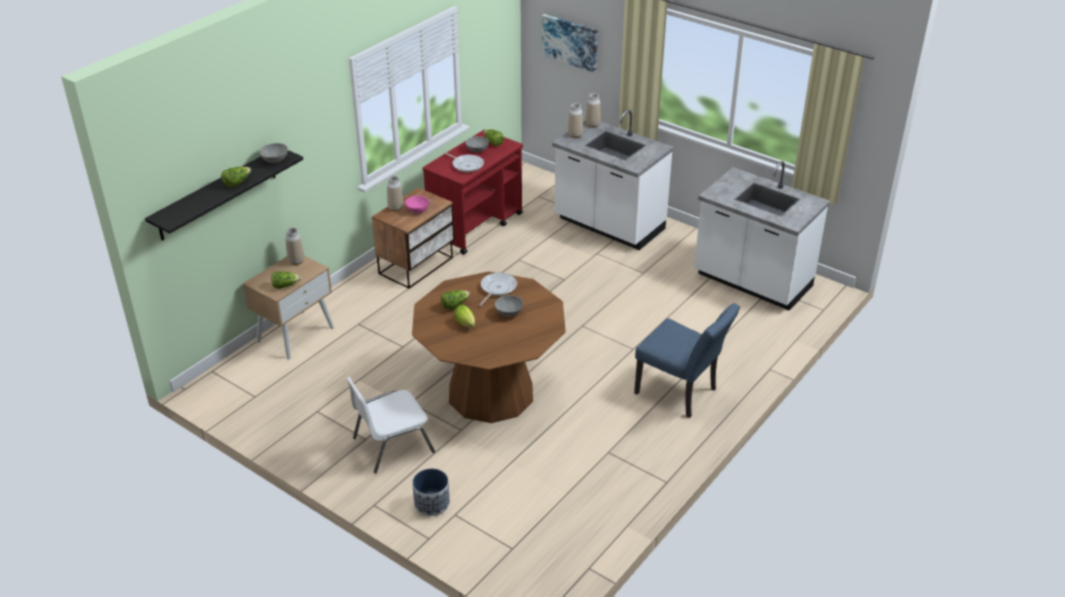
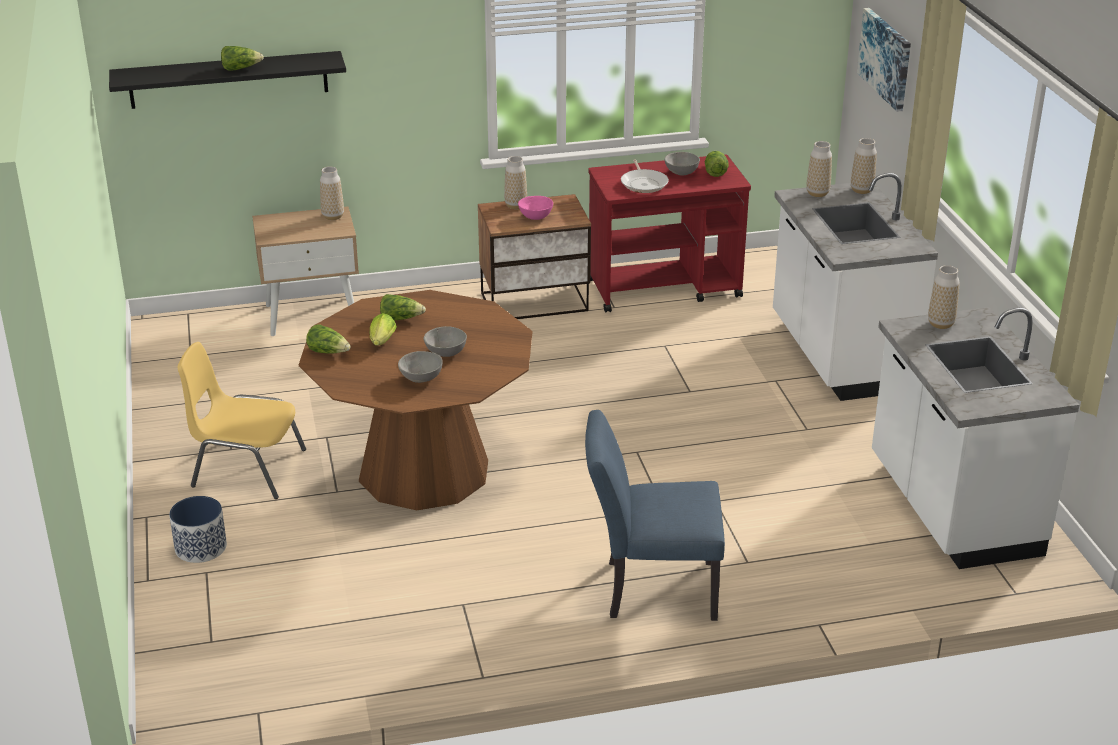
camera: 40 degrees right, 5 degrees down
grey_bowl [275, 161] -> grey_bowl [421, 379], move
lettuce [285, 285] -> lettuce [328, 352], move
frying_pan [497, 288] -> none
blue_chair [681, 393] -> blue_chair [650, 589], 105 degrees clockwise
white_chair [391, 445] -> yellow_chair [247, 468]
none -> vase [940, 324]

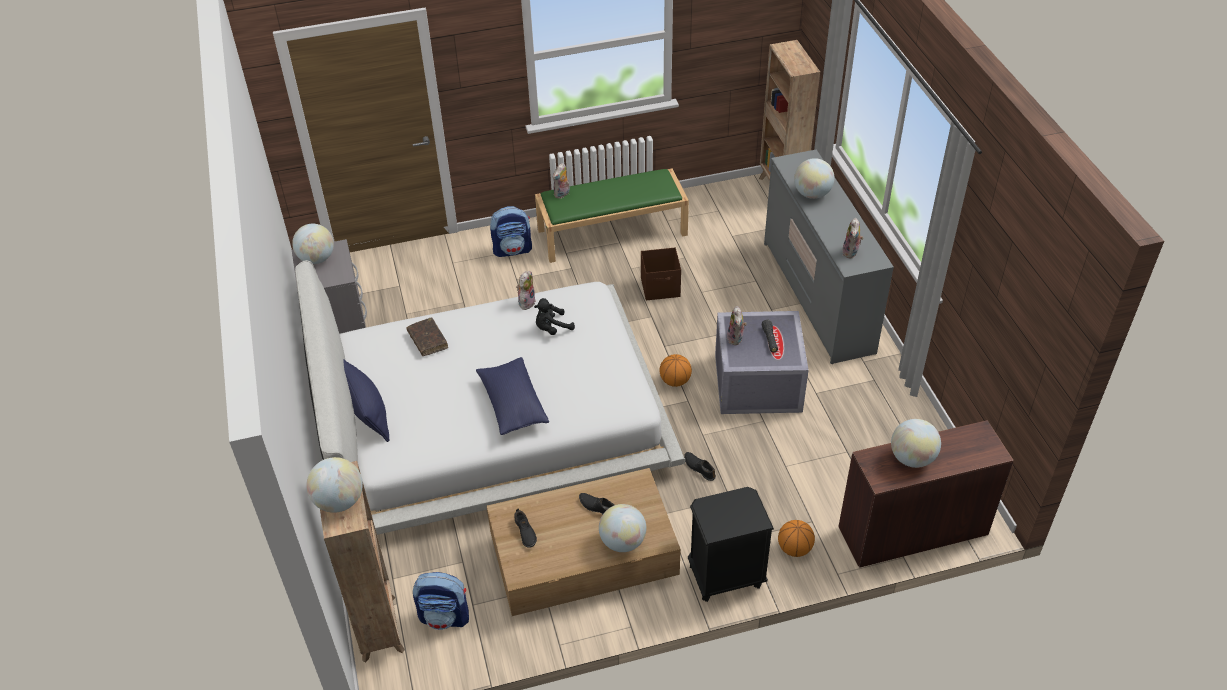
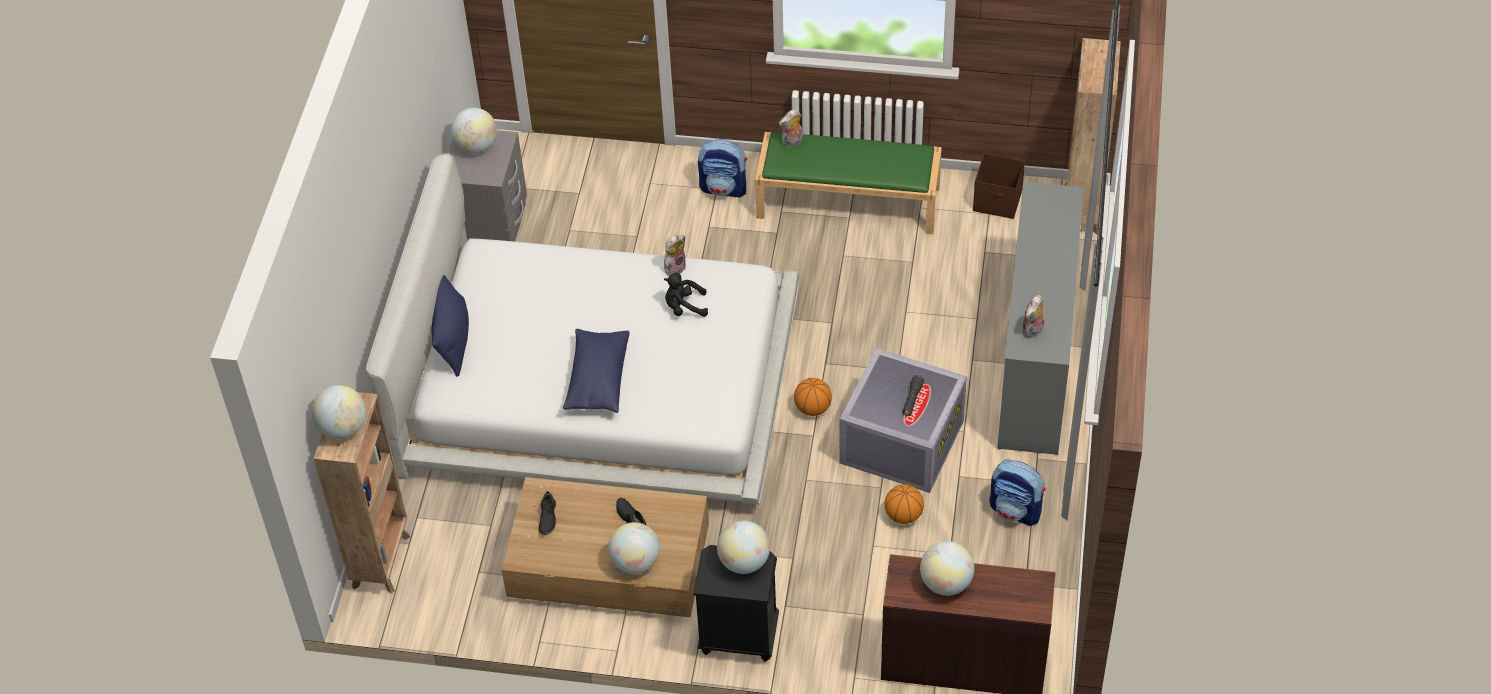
camera: 25 degrees right, 5 degrees up
globe [812, 194] -> globe [744, 562], move
brown_storage_box [661, 288] -> brown_storage_box [998, 201], move
plush_toy [736, 338] -> none
brown_book [427, 340] -> none
black_shoe [699, 468] -> none
basketball [794, 548] -> basketball [904, 515], move
backpack [445, 616] -> backpack [1016, 510], move

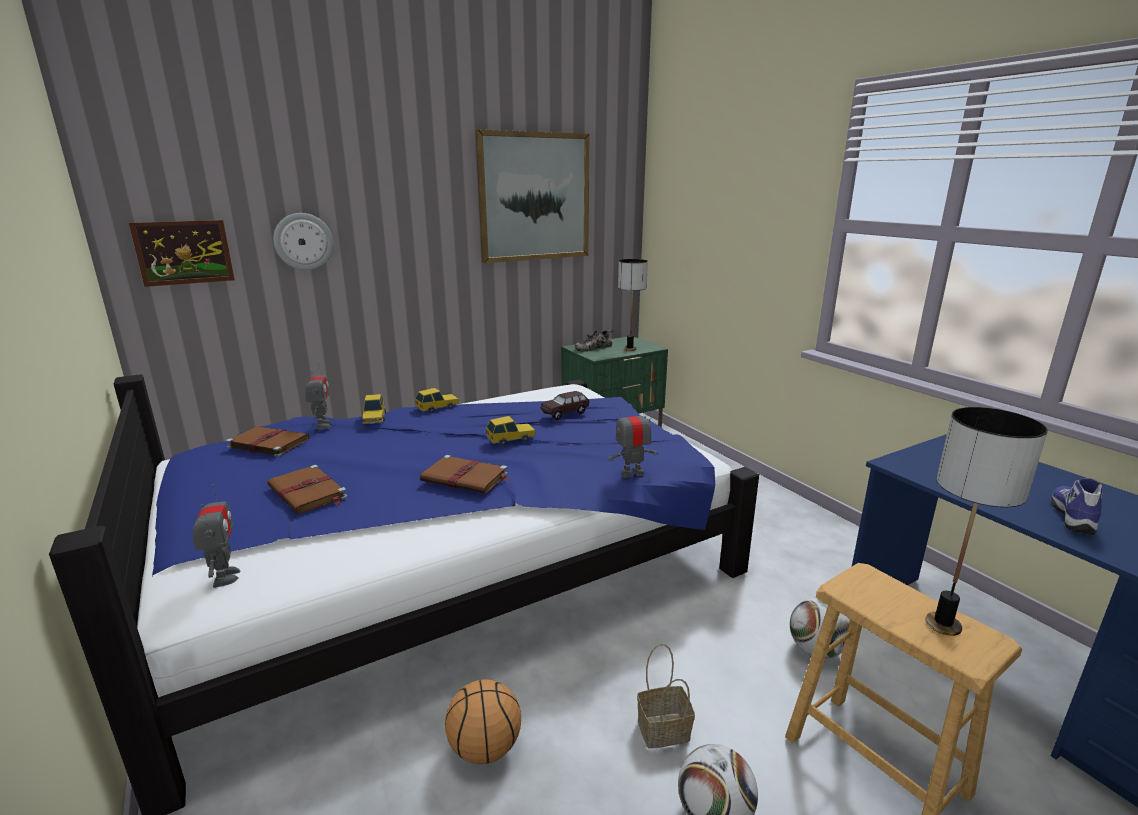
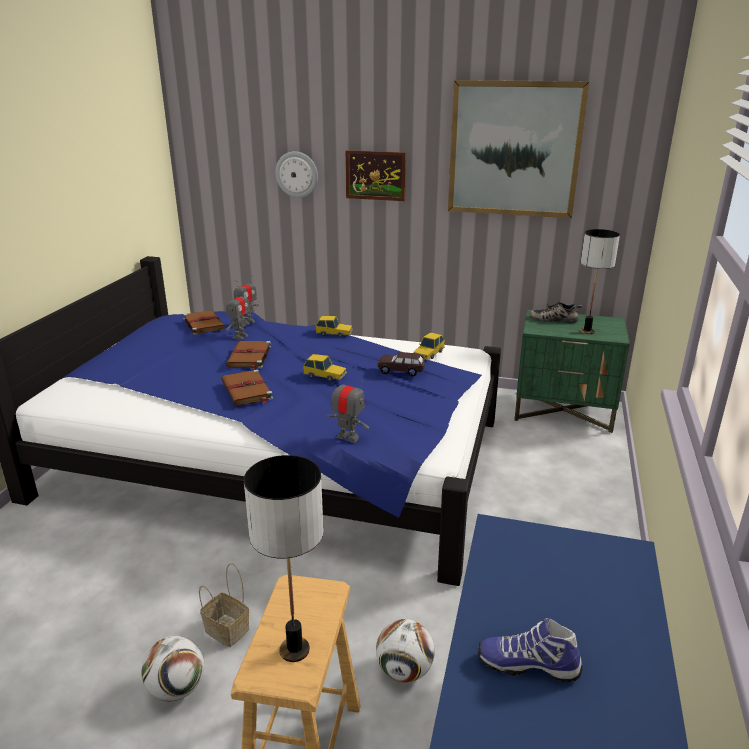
camera: 45 degrees right, 5 degrees up
picture [184, 252] -> picture [375, 175], move
toy_car [374, 418] -> toy_car [428, 353], move
brown_book [308, 493] -> brown_book [249, 357], move
shoe [1074, 517] -> shoe [528, 664], 150 degrees counterclockwise
toy_robot [225, 577] -> toy_robot [240, 336], move
basketball [484, 747] -> none

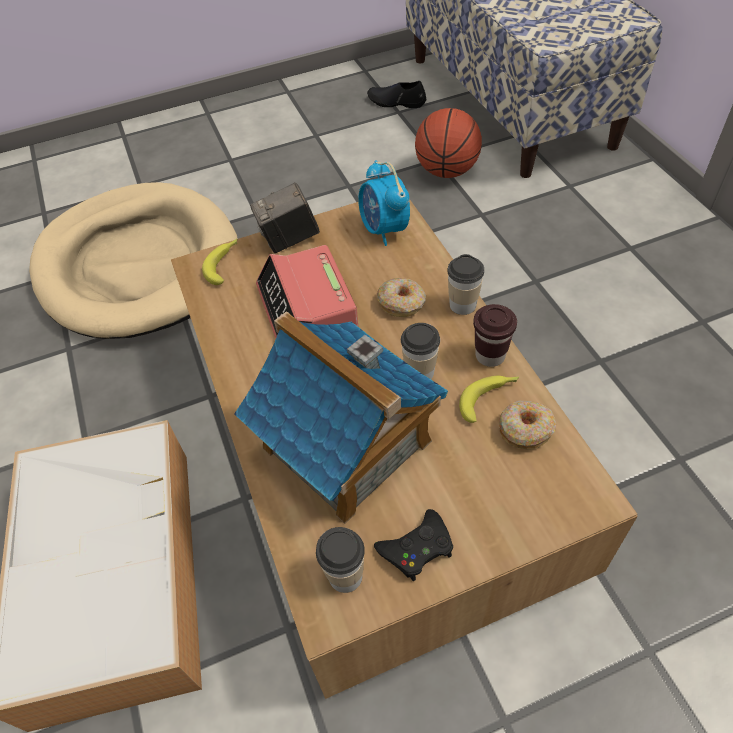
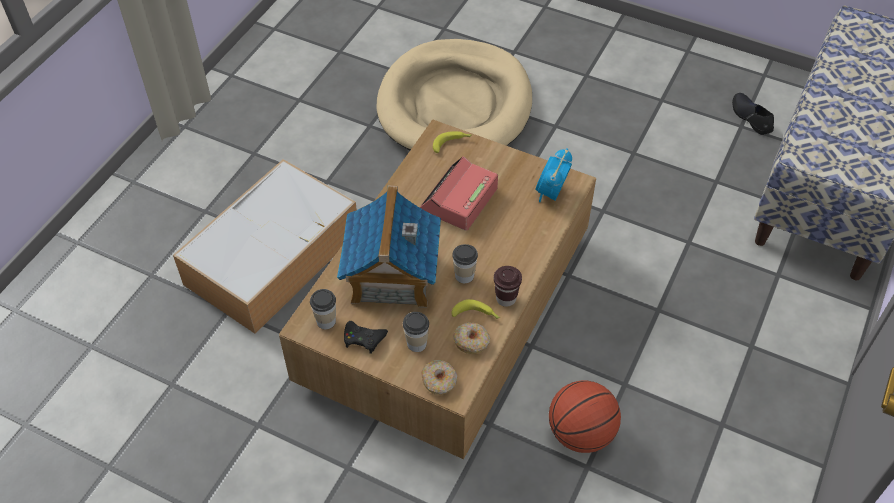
camera: 45 degrees right, 0 degrees up
basketball [446, 171] -> basketball [580, 433], move
photo_camera [289, 240] -> none
cup [462, 305] -> cup [416, 343], move
donut [402, 303] -> donut [439, 381], move

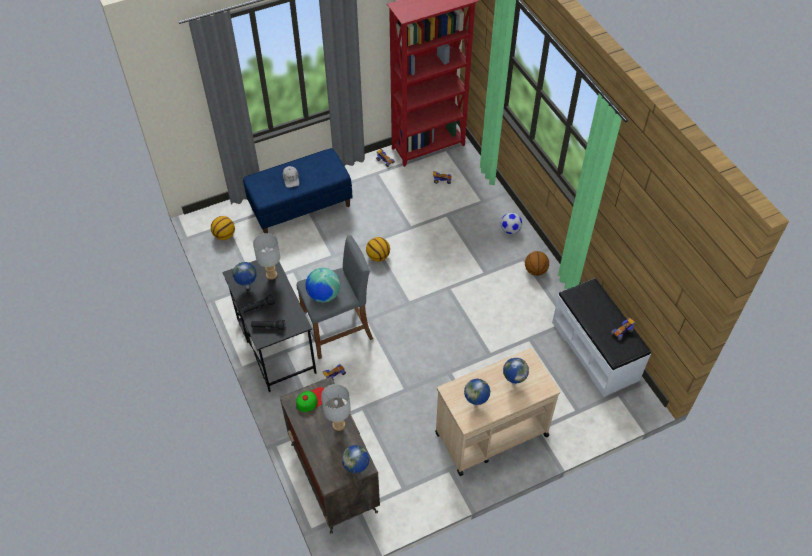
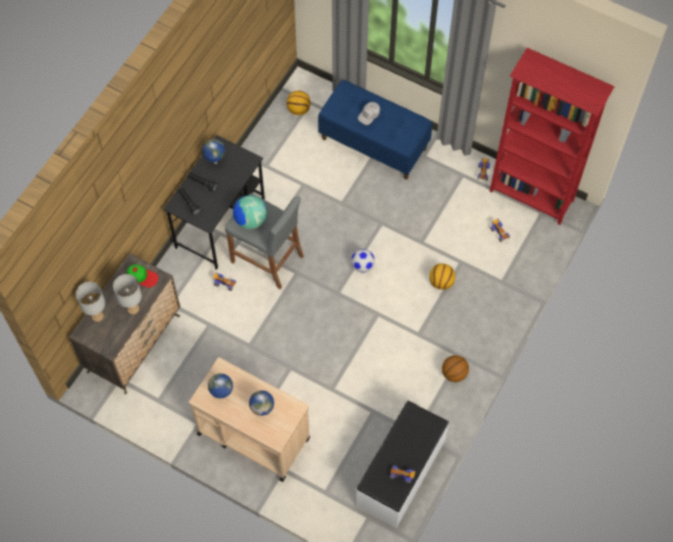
camera: 55 degrees right, 10 degrees up
football [510, 230] -> football [362, 266], move
grey_table_lamp [272, 275] -> grey_table_lamp [98, 316], move
basketball [378, 256] -> basketball [441, 282], move
globe [357, 470] -> none

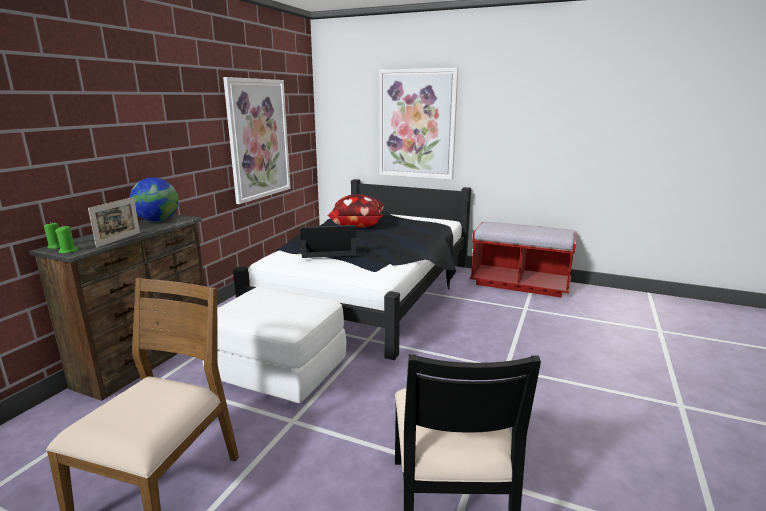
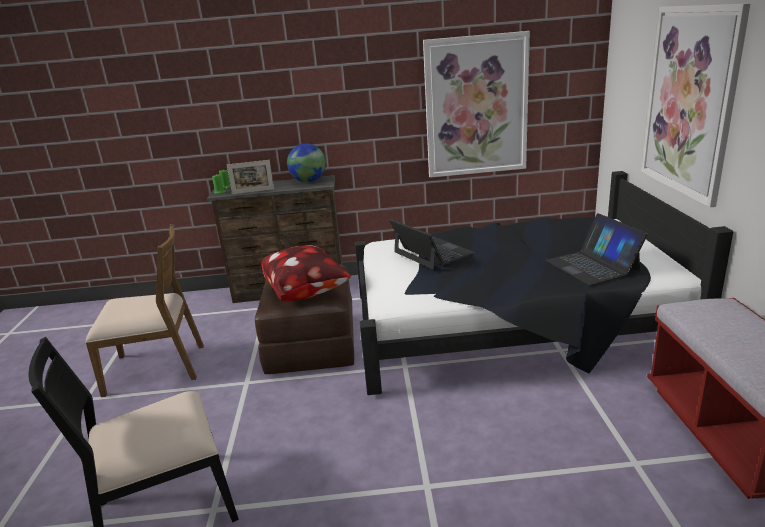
camera: 65 degrees right, 5 degrees up
pillow [357, 225] -> pillow [307, 291], move
white_ottoman [280, 370] -> brown_ottoman [312, 345]
none -> laptop [592, 265]

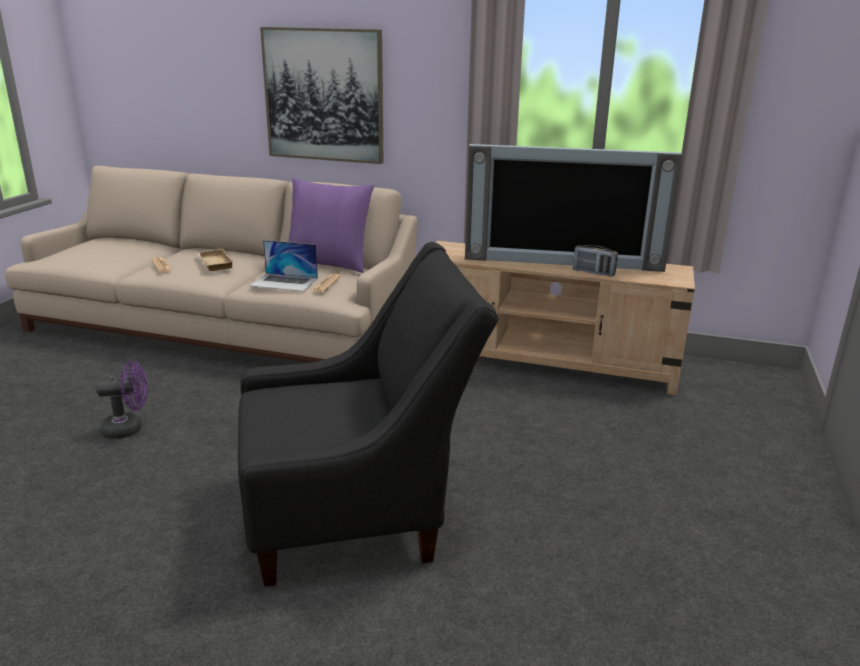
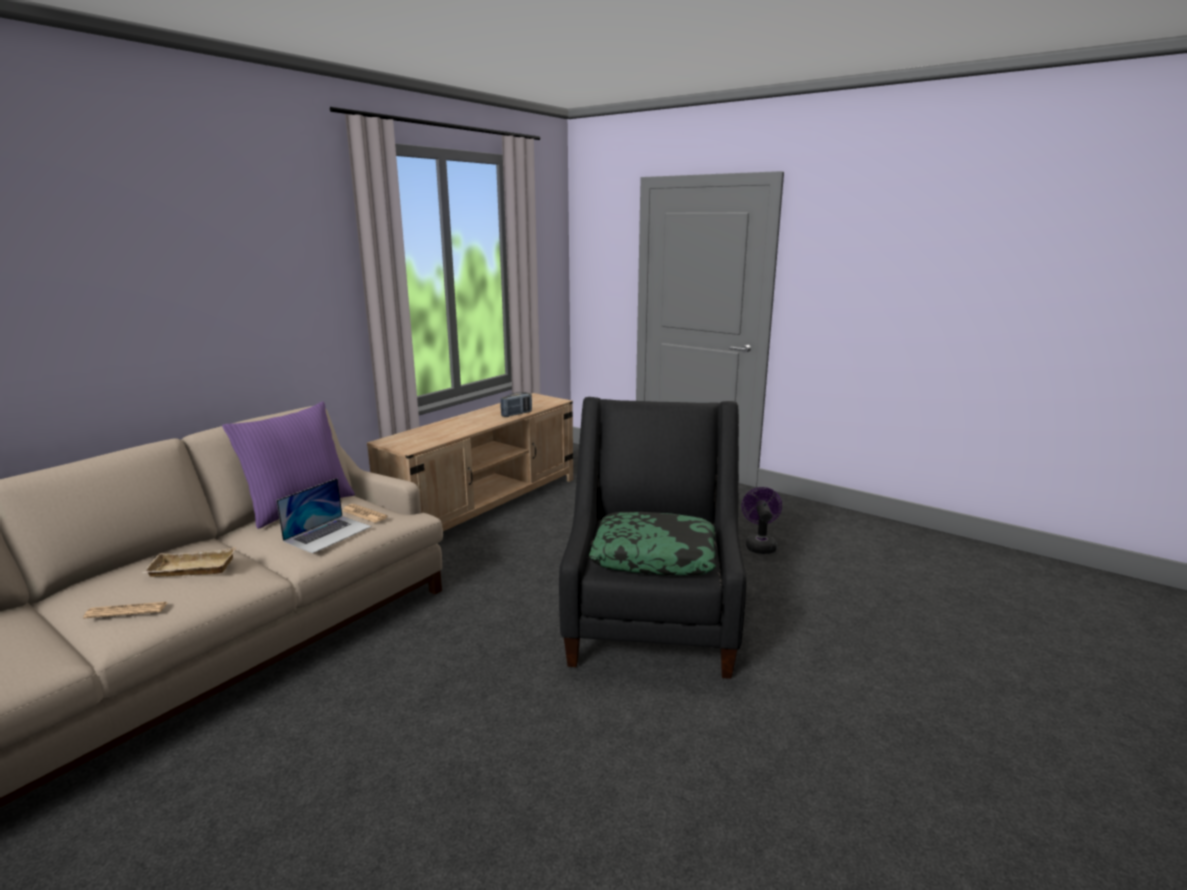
camera: 70 degrees left, 5 degrees down
picture [324, 95] -> none
television [562, 261] -> none
purple_fan [129, 429] -> purple_fan [759, 545], move
none -> pillow [654, 556]

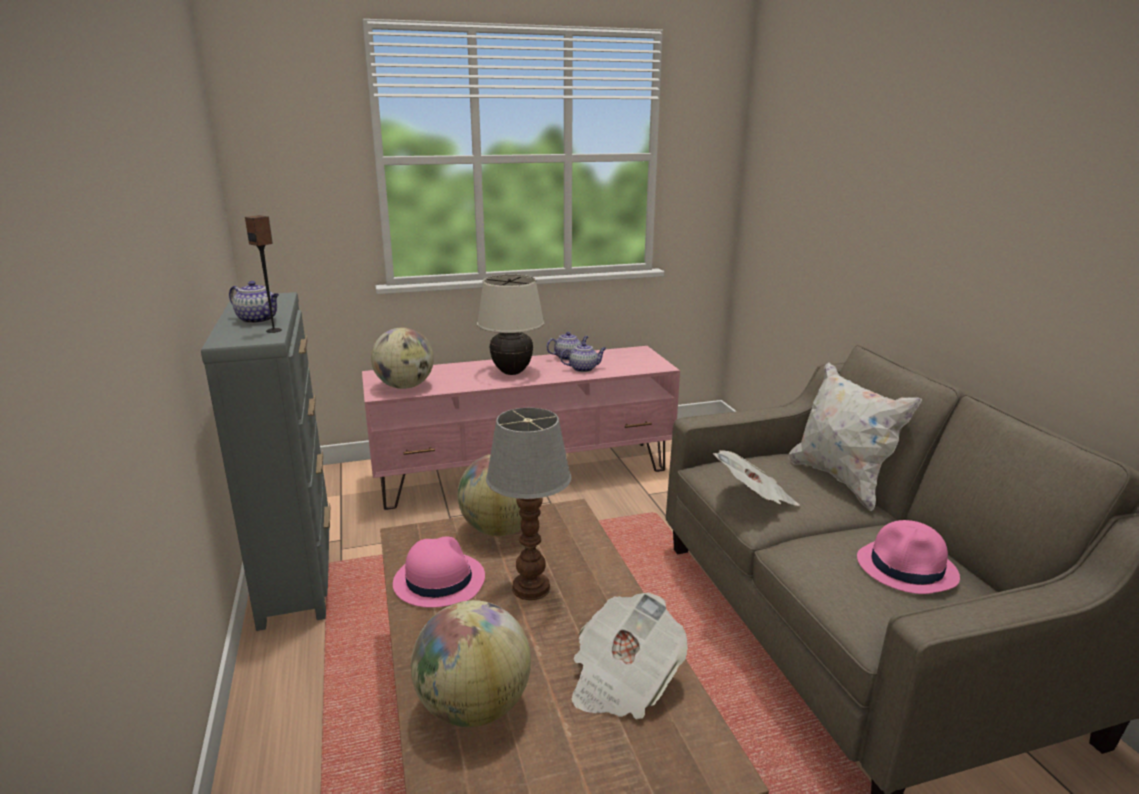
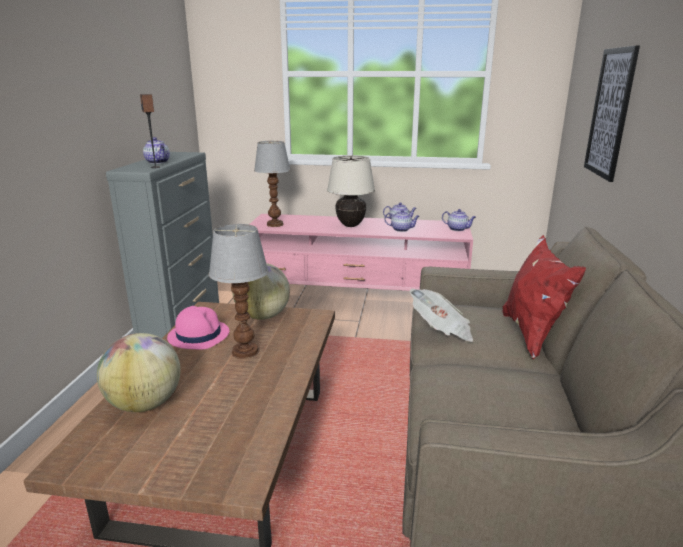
camera: 25 degrees right, 0 degrees up
globe [405, 386] -> table_lamp [275, 224]
white_pillow [840, 480] -> red_pillow [532, 334]
pink_hat [907, 568] -> none
newspaper [623, 680] -> none
none -> picture [610, 113]
none -> teapot [458, 229]

